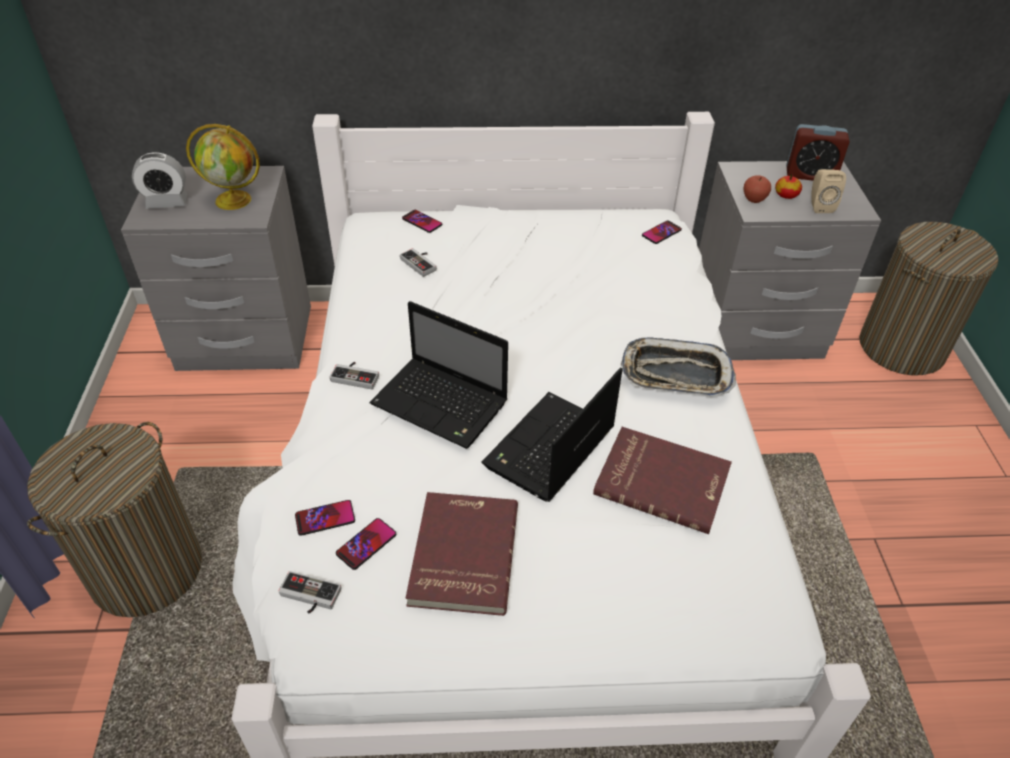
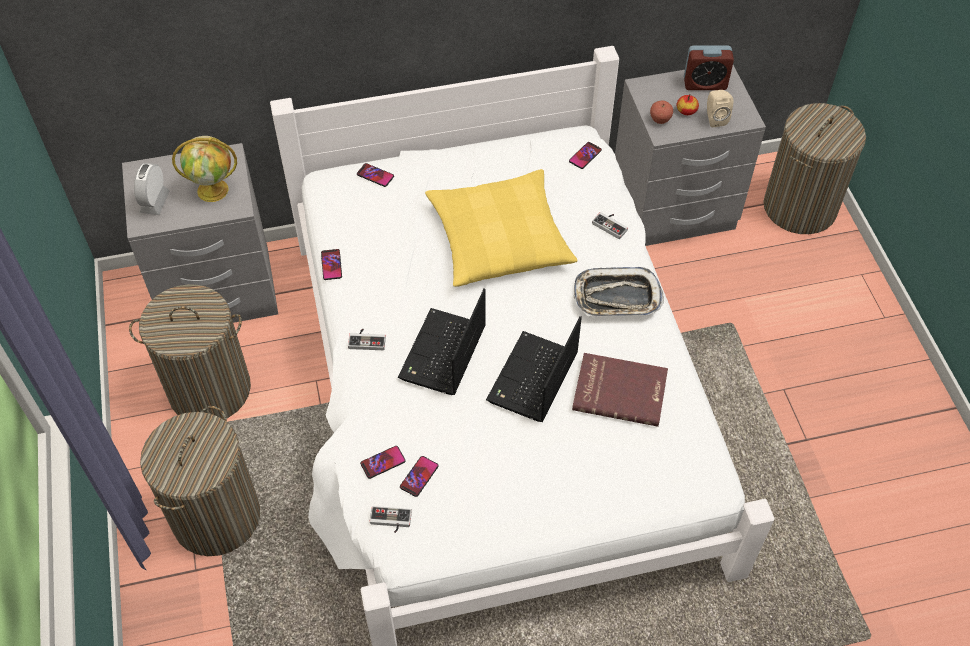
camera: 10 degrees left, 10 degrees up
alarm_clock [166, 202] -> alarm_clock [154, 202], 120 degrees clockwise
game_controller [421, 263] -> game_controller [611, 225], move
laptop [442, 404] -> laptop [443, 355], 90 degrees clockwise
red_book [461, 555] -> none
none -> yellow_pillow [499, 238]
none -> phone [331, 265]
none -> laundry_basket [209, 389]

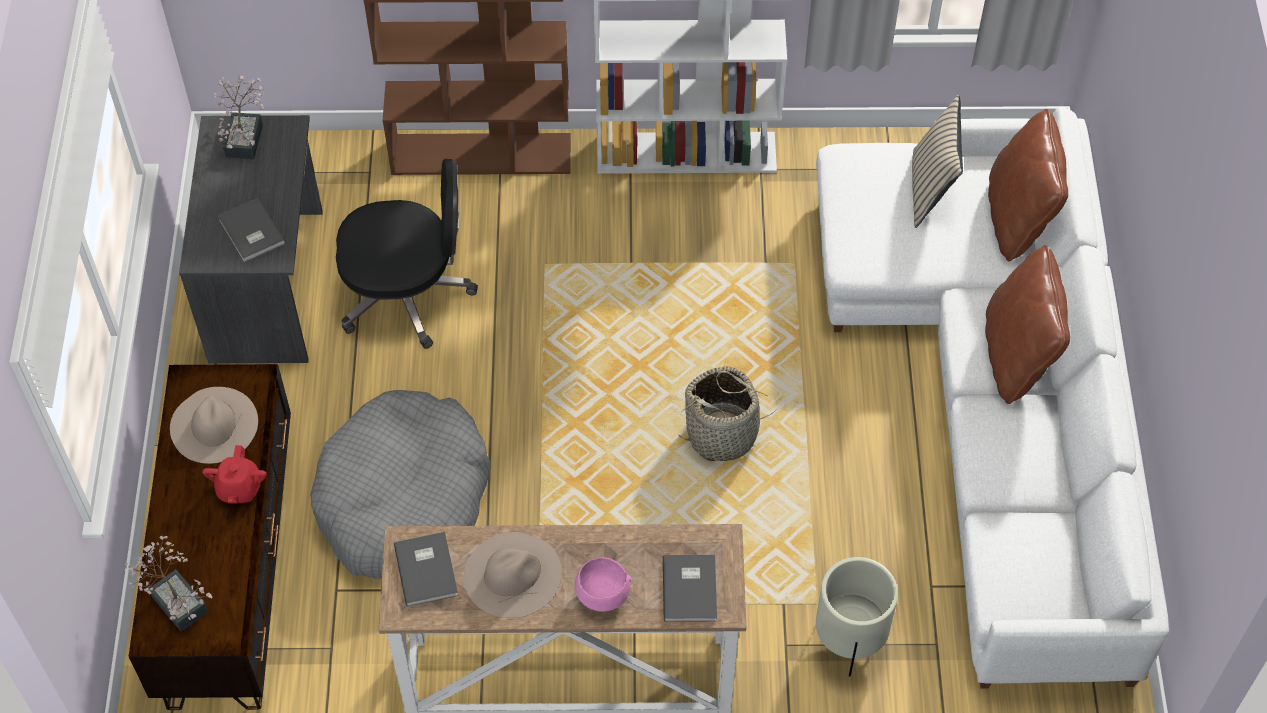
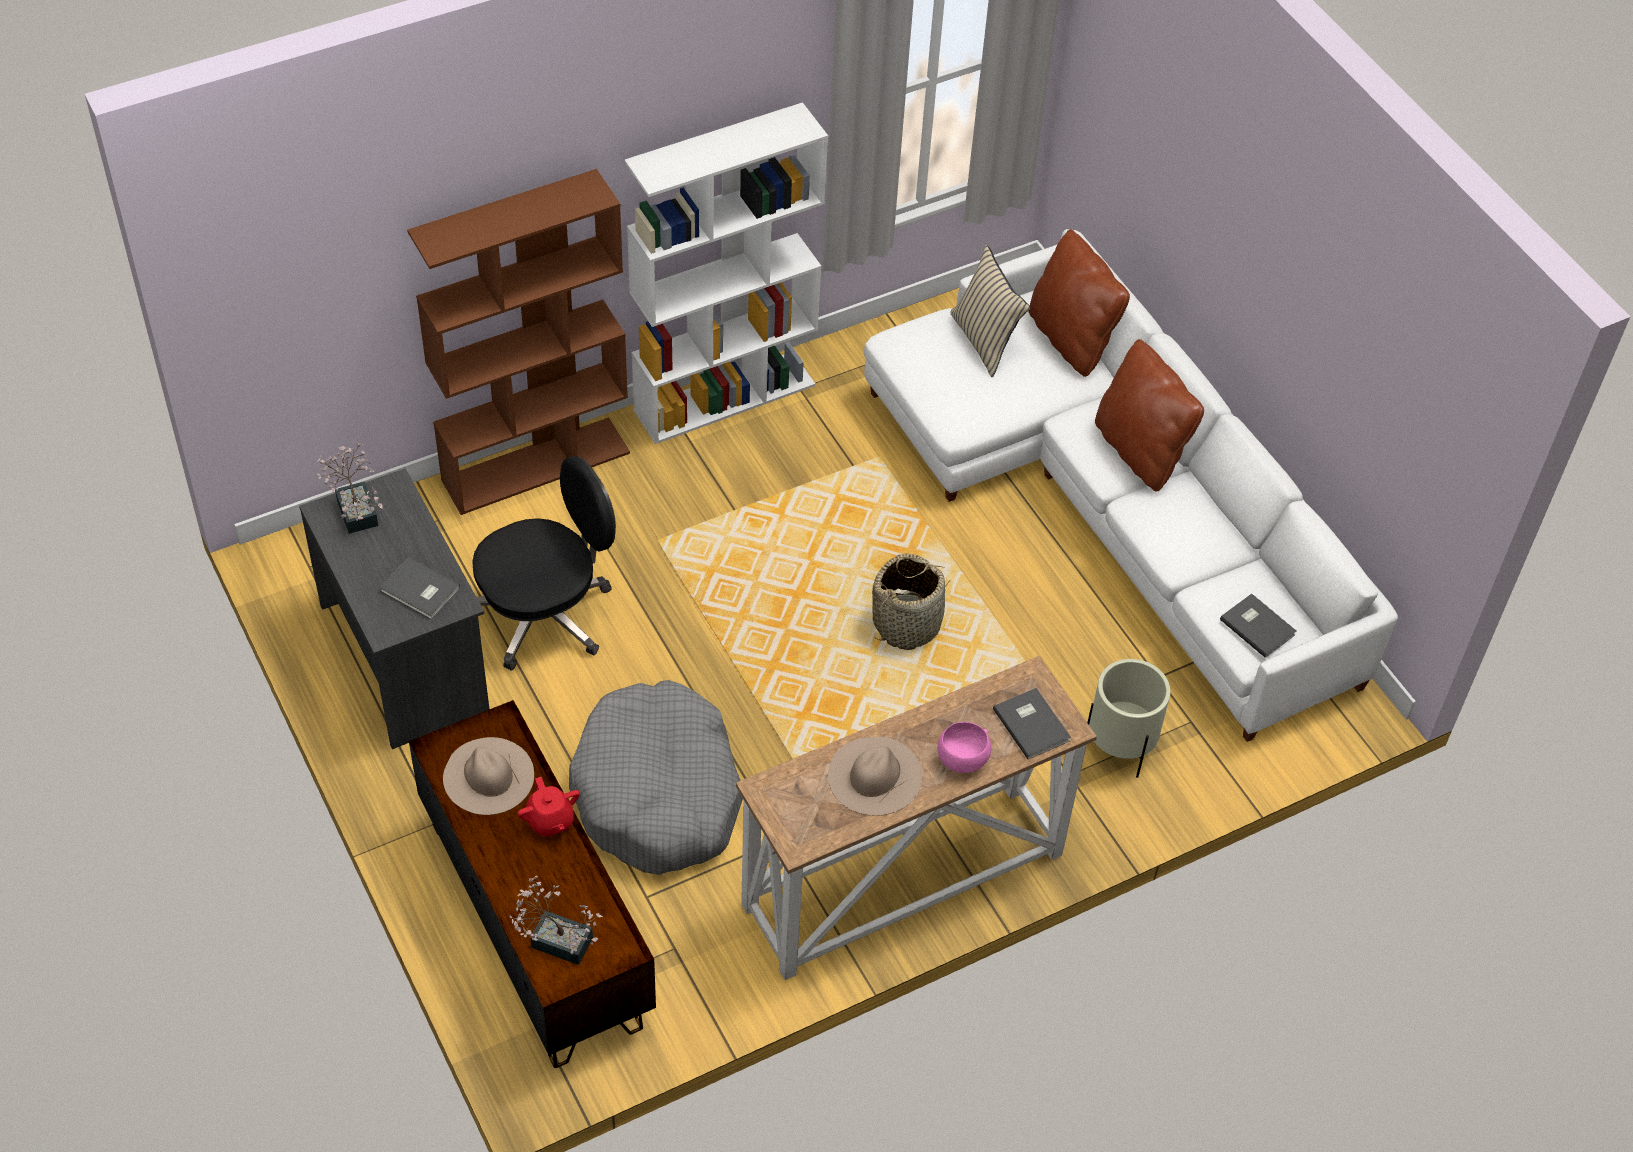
camera: 30 degrees left, 5 degrees down
grey_book [428, 569] -> grey_book [1257, 626], move

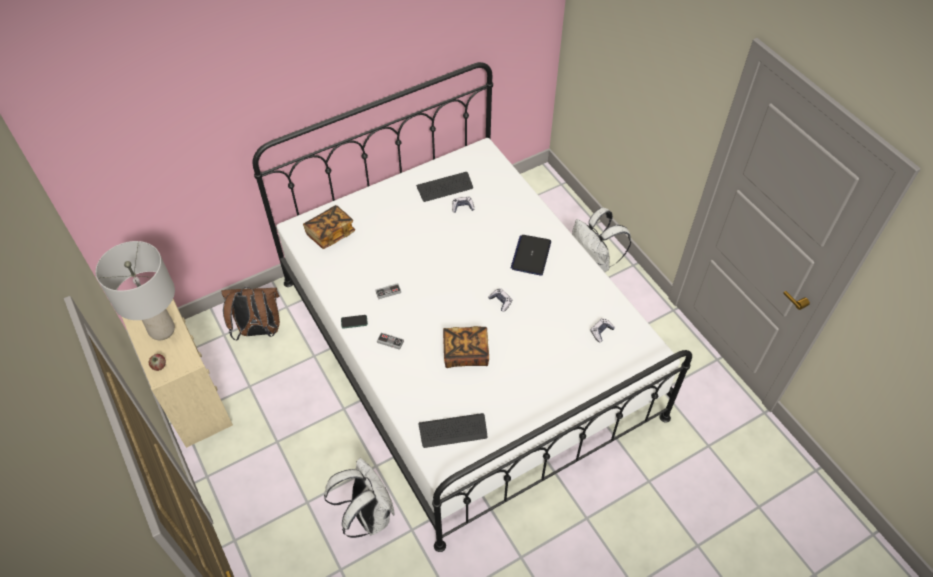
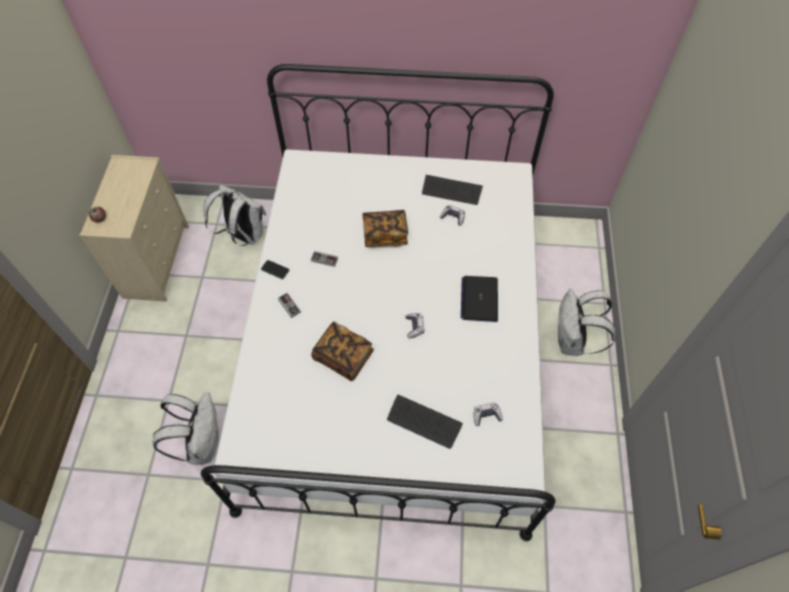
camera: 35 degrees right, 5 degrees up
book [330, 233] -> book [385, 235], move
laptop [531, 255] -> laptop [479, 299], 45 degrees counterclockwise
grey_table_lamp [161, 330] -> none
brown_backpack [259, 330] -> white_backpack [243, 235]
keyboard [453, 431] -> keyboard [424, 422], move

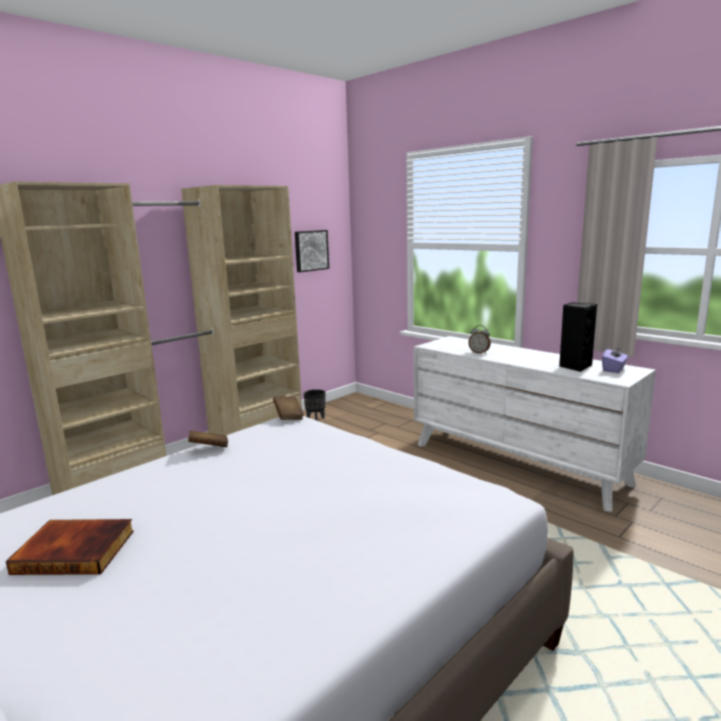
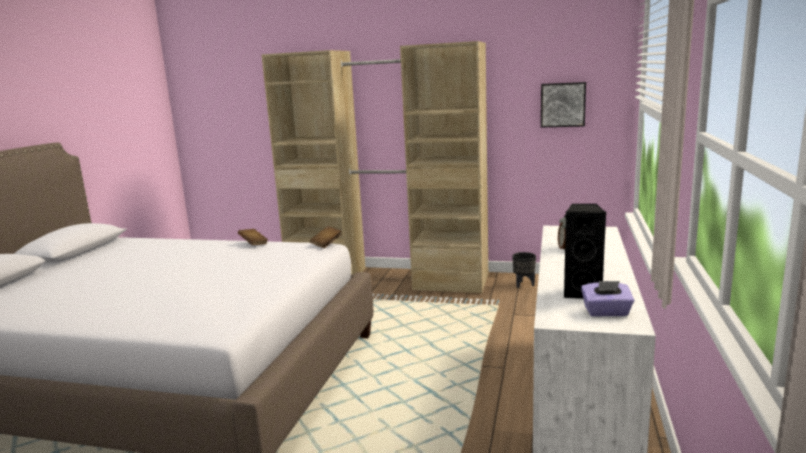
camera: 60 degrees right, 0 degrees up
book [76, 550] -> none

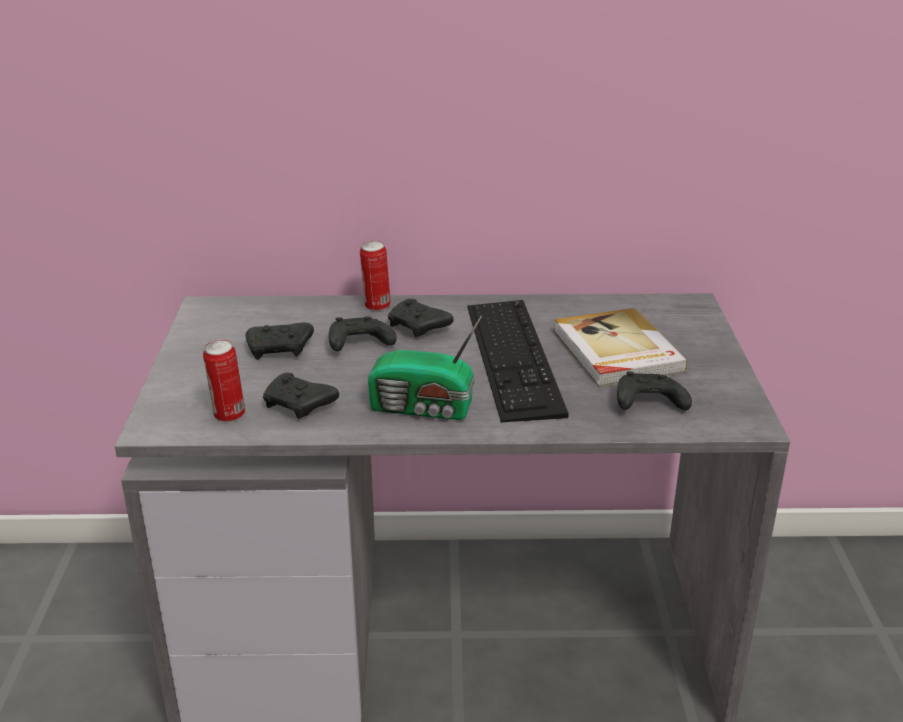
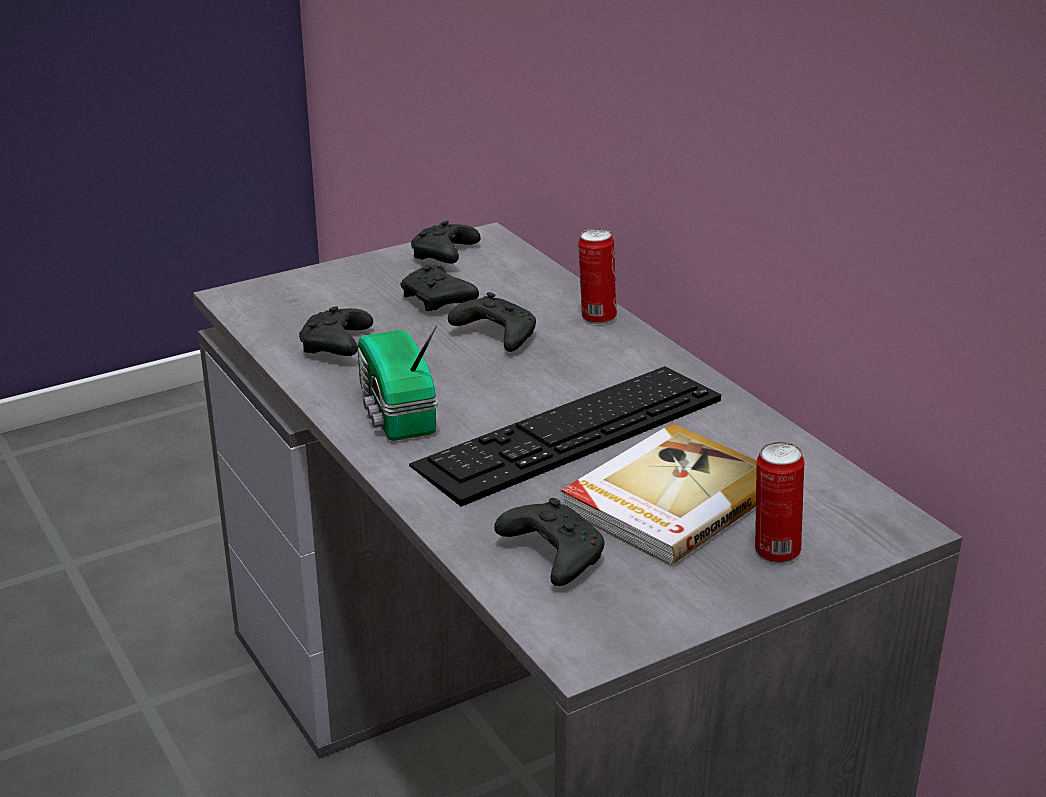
camera: 60 degrees right, 0 degrees up
black_game_controller [418, 327] -> black_game_controller [444, 256], move
can [228, 415] -> can [774, 552], move

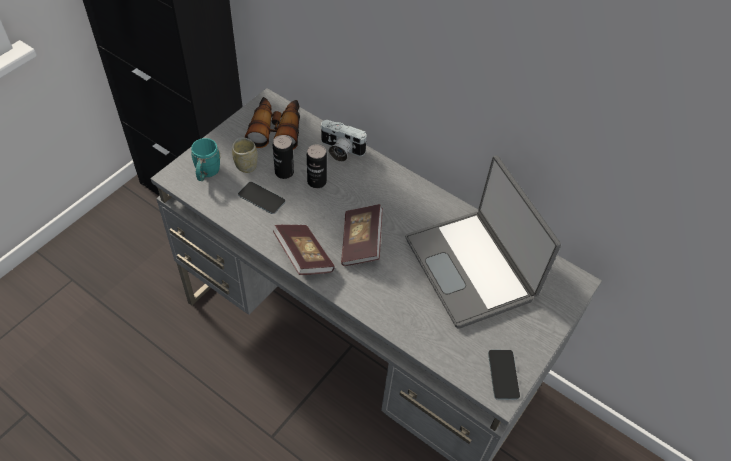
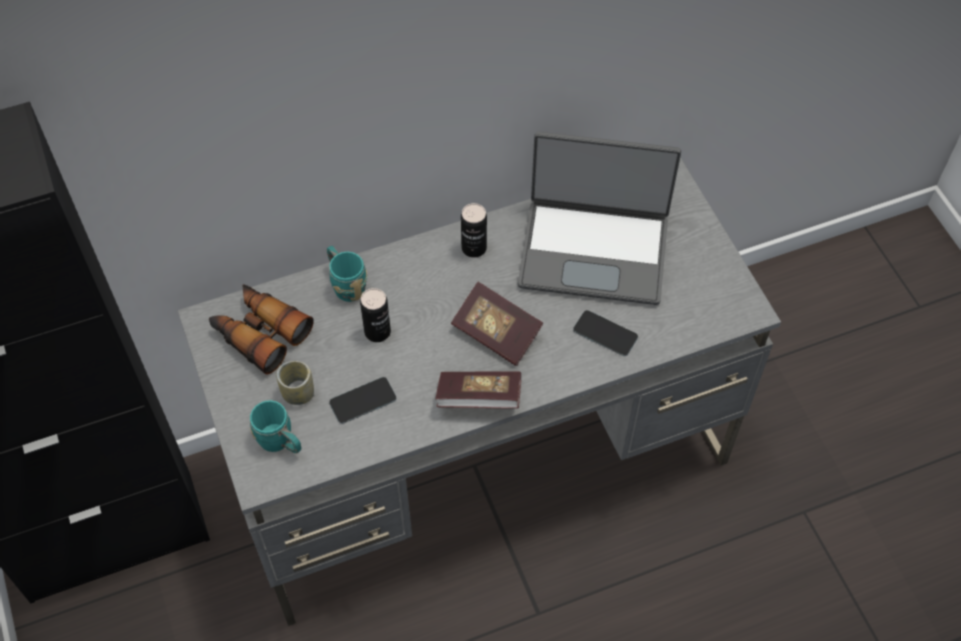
camera: 55 degrees left, 5 degrees up
photo_camera [340, 150] -> turquoise_mug [346, 284]
can [284, 172] -> can [474, 248], move
phone [503, 374] -> phone [605, 333], move

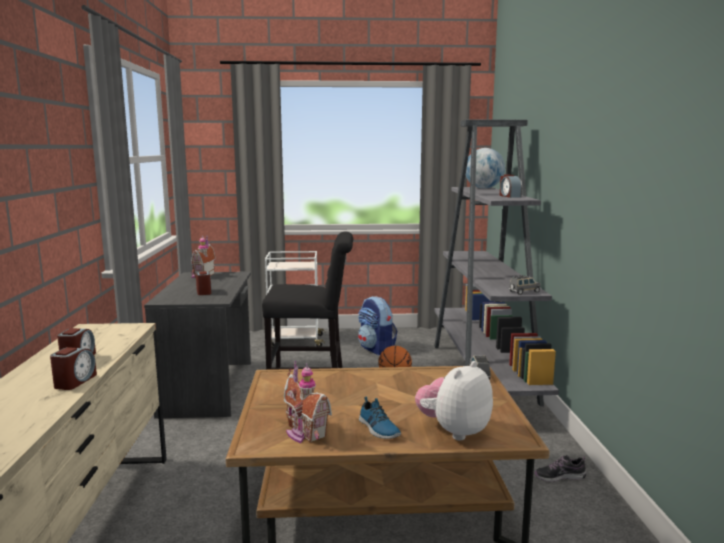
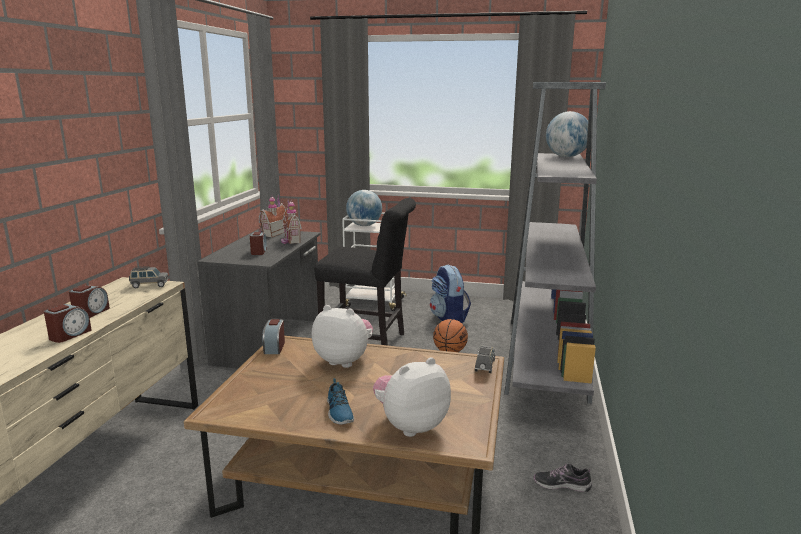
camera: 15 degrees right, 5 degrees up
alarm_clock [509, 196] -> alarm_clock [274, 347], move
grey_toy_car [524, 292] -> grey_toy_car [149, 285], move
toy_house [303, 433] -> toy_house [290, 241], move
none -> globe [364, 225]
none -> plush_toy [344, 360]

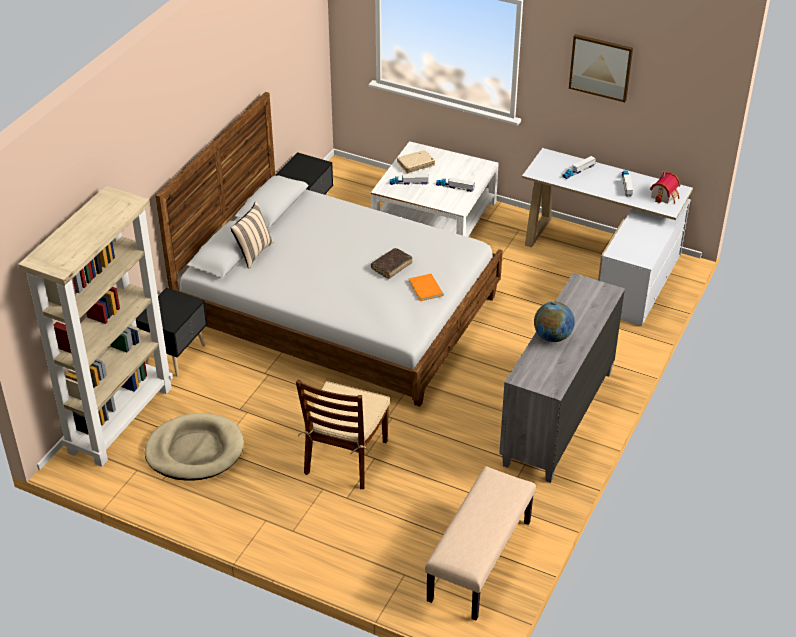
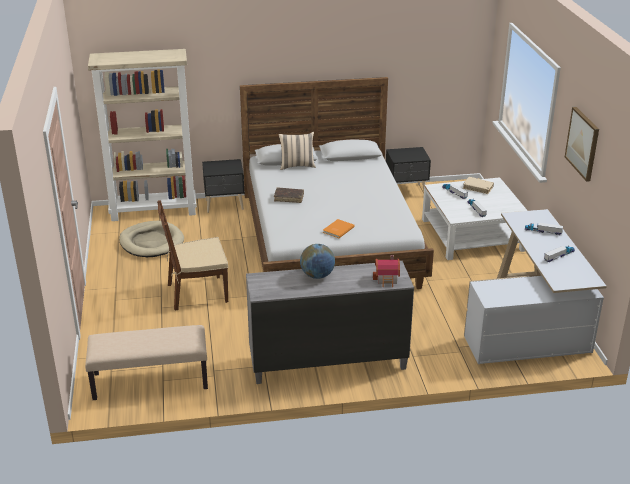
camera: 55 degrees right, 10 degrees down
toy_house [665, 196] -> toy_house [387, 279], move
brown_book [391, 266] -> brown_book [289, 198], move

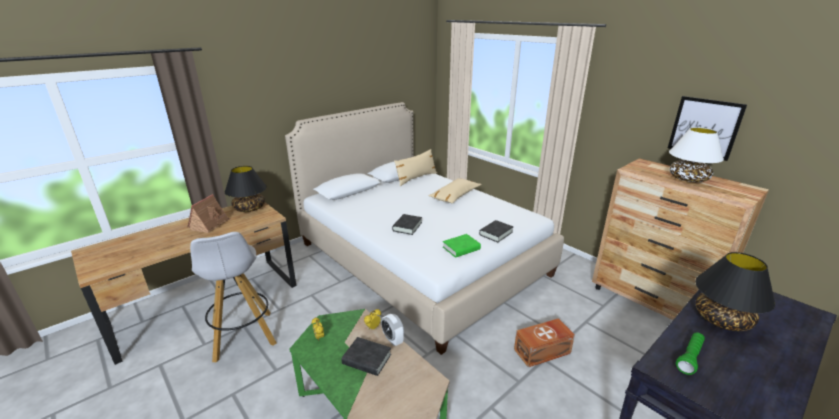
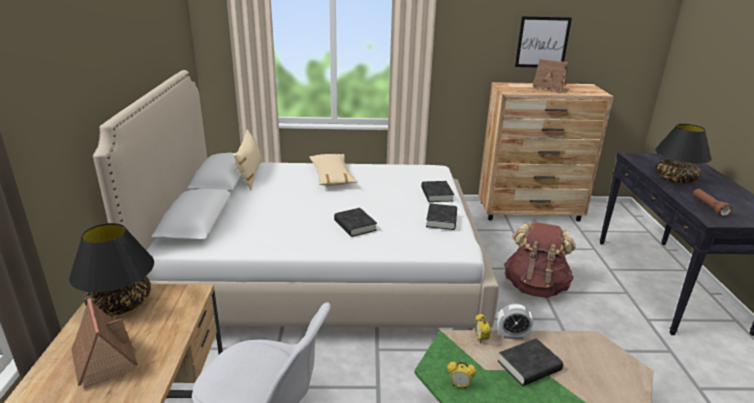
camera: 50 degrees left, 0 degrees up
white_table_lamp [688, 179] -> toy_house [550, 89]
green_book [461, 248] -> black_book [441, 220]
brown_storage_box [543, 351] -> brown_backpack [535, 287]
green_flashlight [689, 358] -> brown_flashlight [708, 207]

